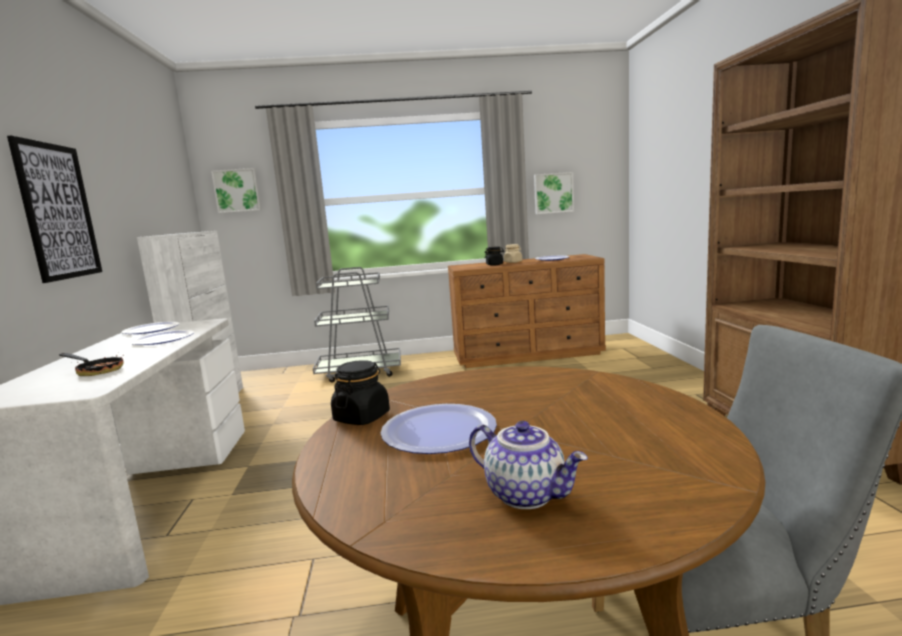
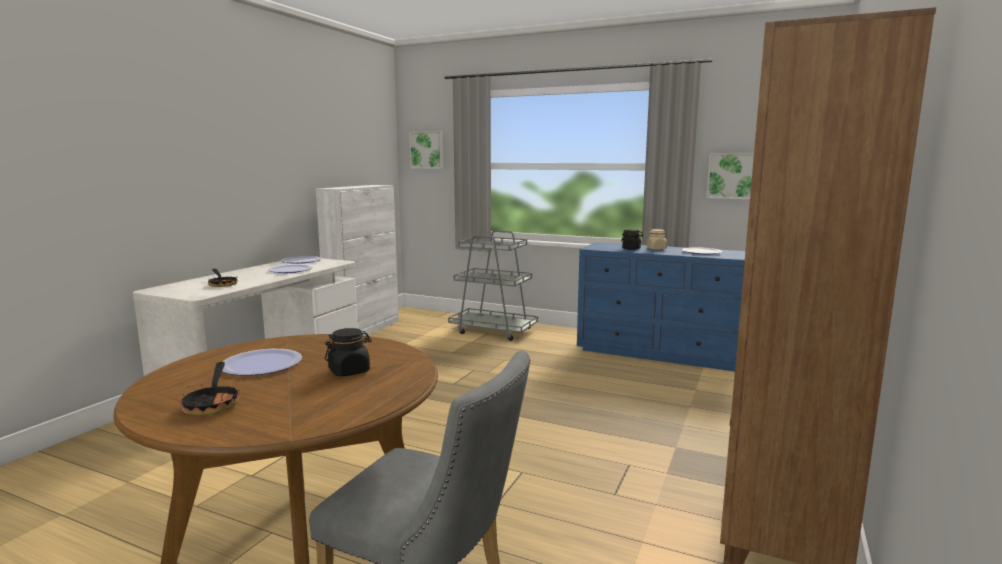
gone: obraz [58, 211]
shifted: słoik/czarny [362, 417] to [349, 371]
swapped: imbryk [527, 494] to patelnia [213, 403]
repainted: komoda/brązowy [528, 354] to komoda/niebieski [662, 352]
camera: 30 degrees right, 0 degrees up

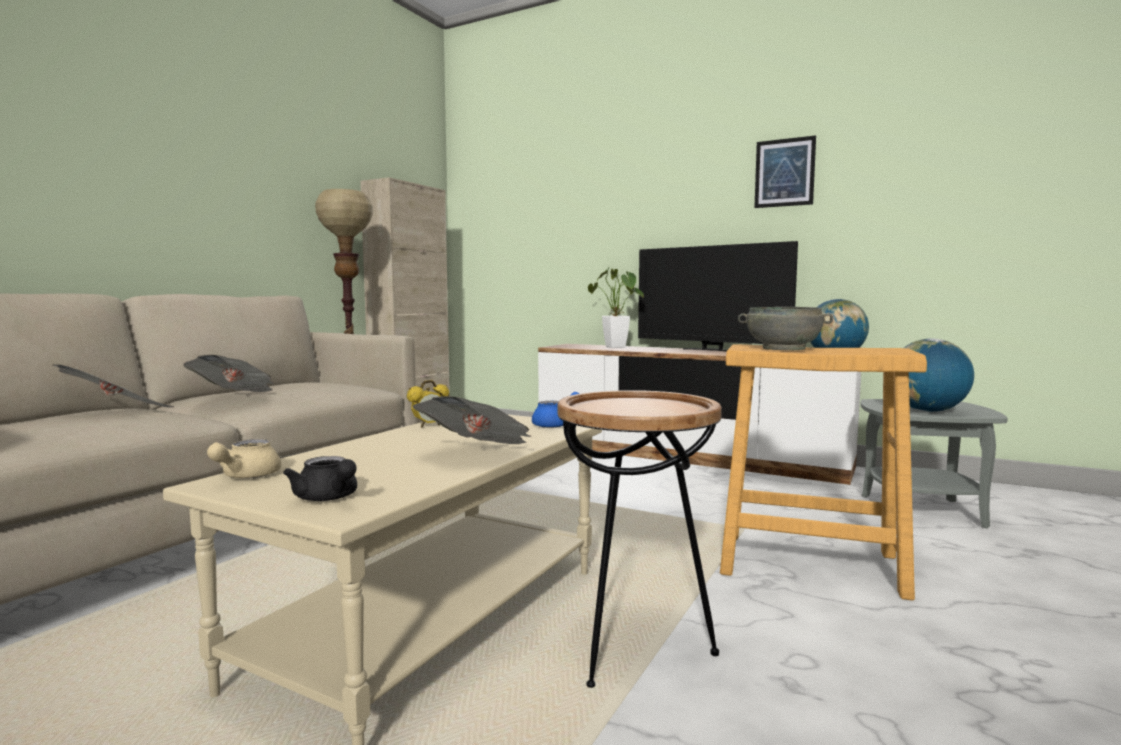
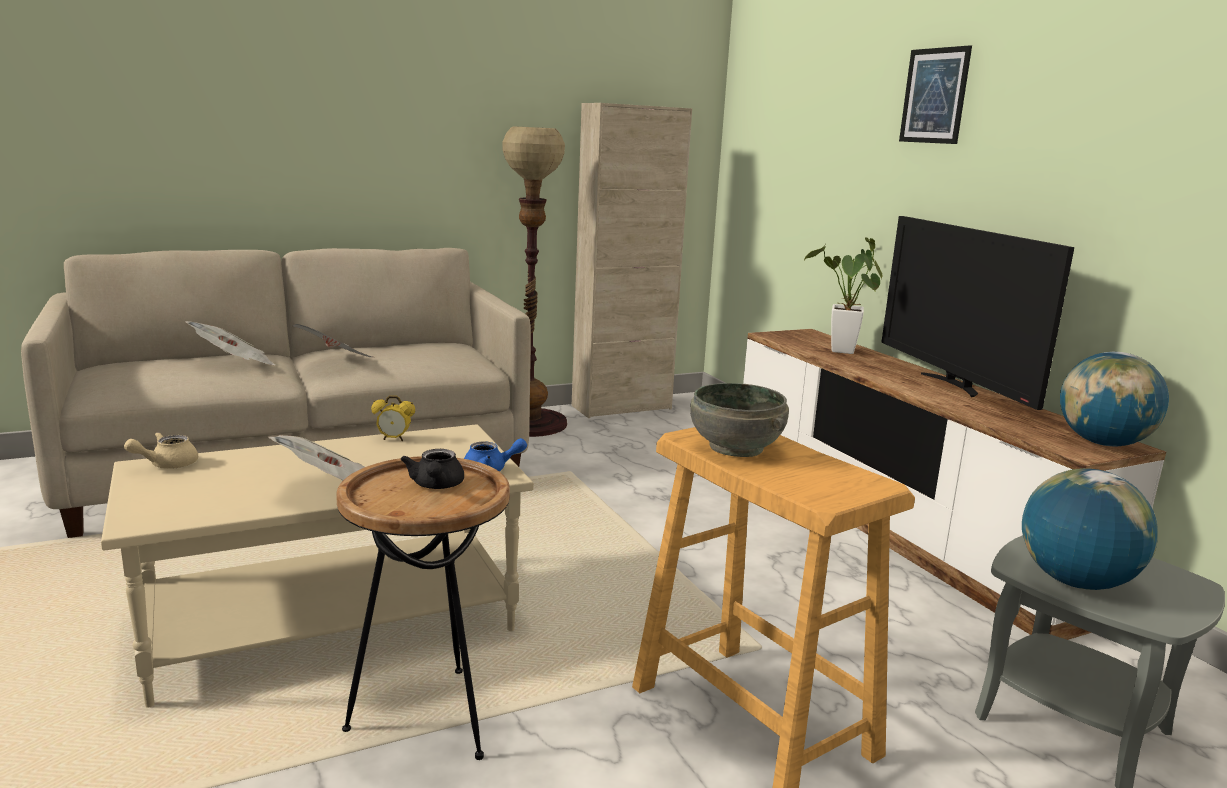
shifted: imbryk/czarny [328, 498] to [436, 486]; obraz [784, 172] to [934, 96]
camera: 35 degrees right, 10 degrees up

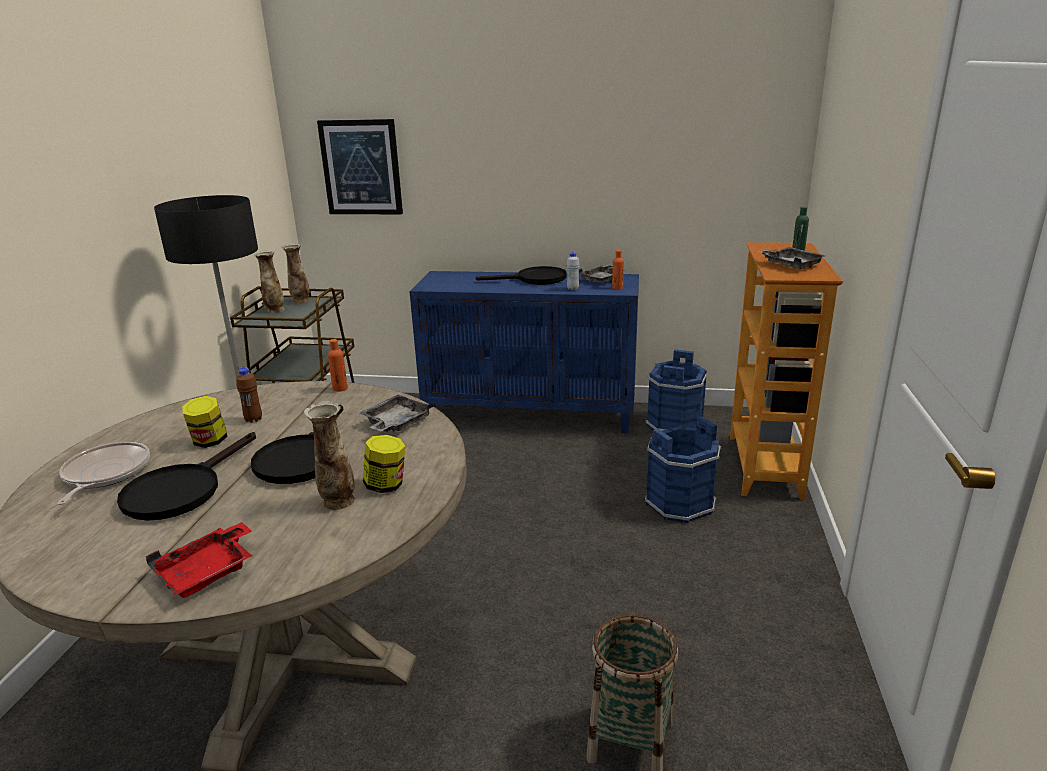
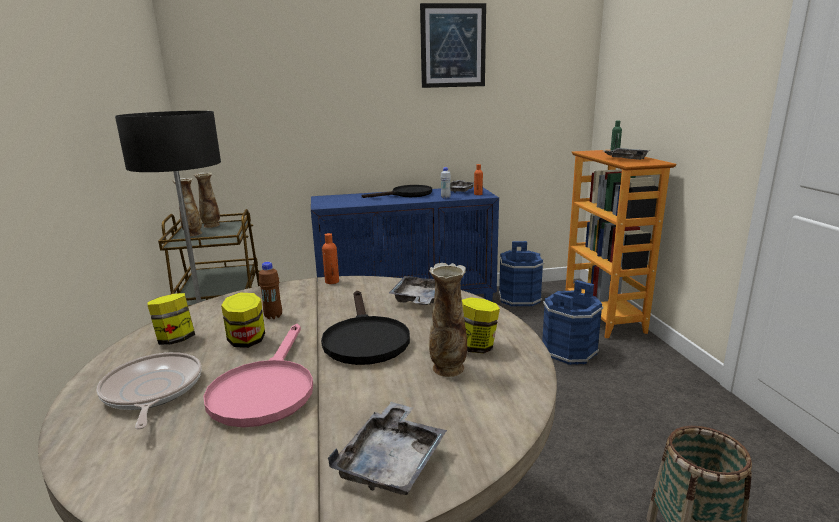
new: słoik [176, 340]
shifted: obraz [361, 167] to [453, 46]
repainted: patelnia/czarny [181, 490] to patelnia/różowy [265, 389]; taca/czerwony [208, 572] to taca/szary [392, 462]
camera: 20 degrees left, 5 degrees down

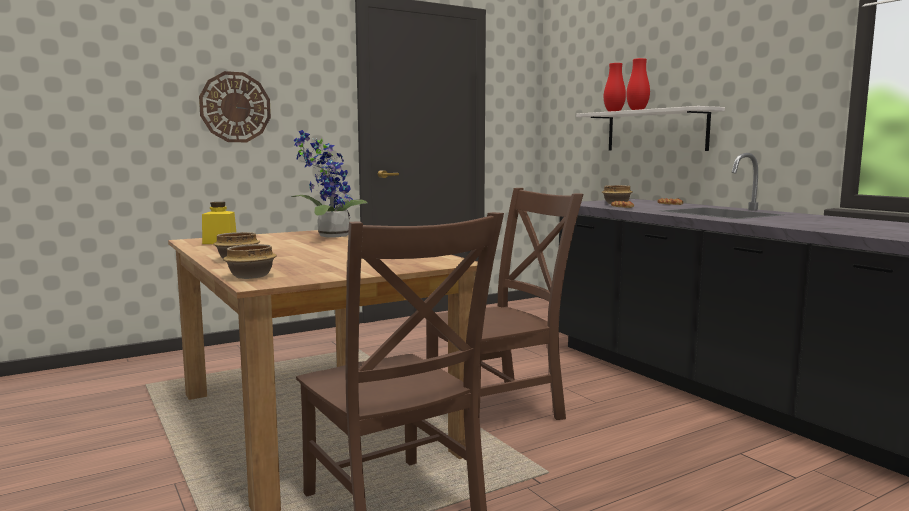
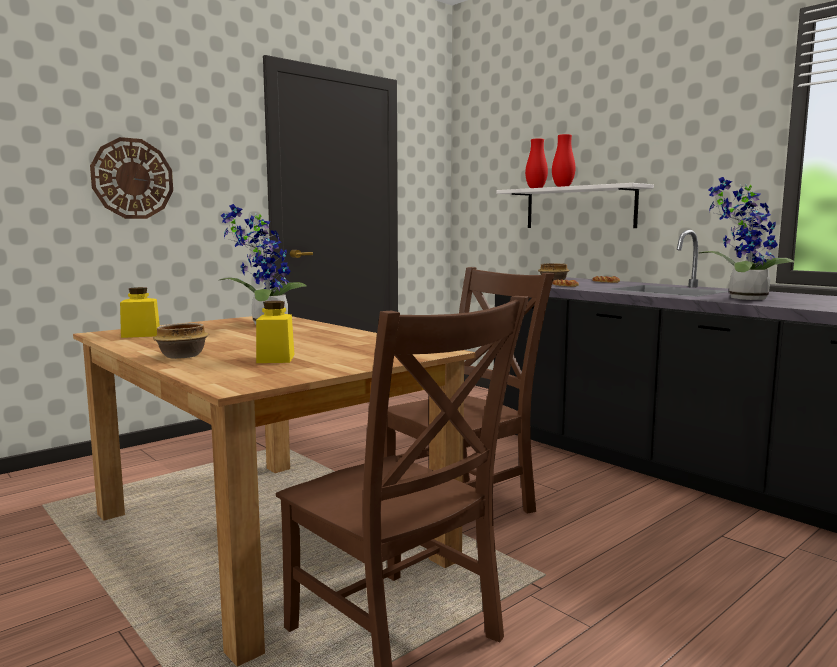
gone: miska [251, 276]
new: słoik/żółty [275, 358]; roślina doniczkowa [742, 298]
camera: 10 degrees left, 0 degrees up

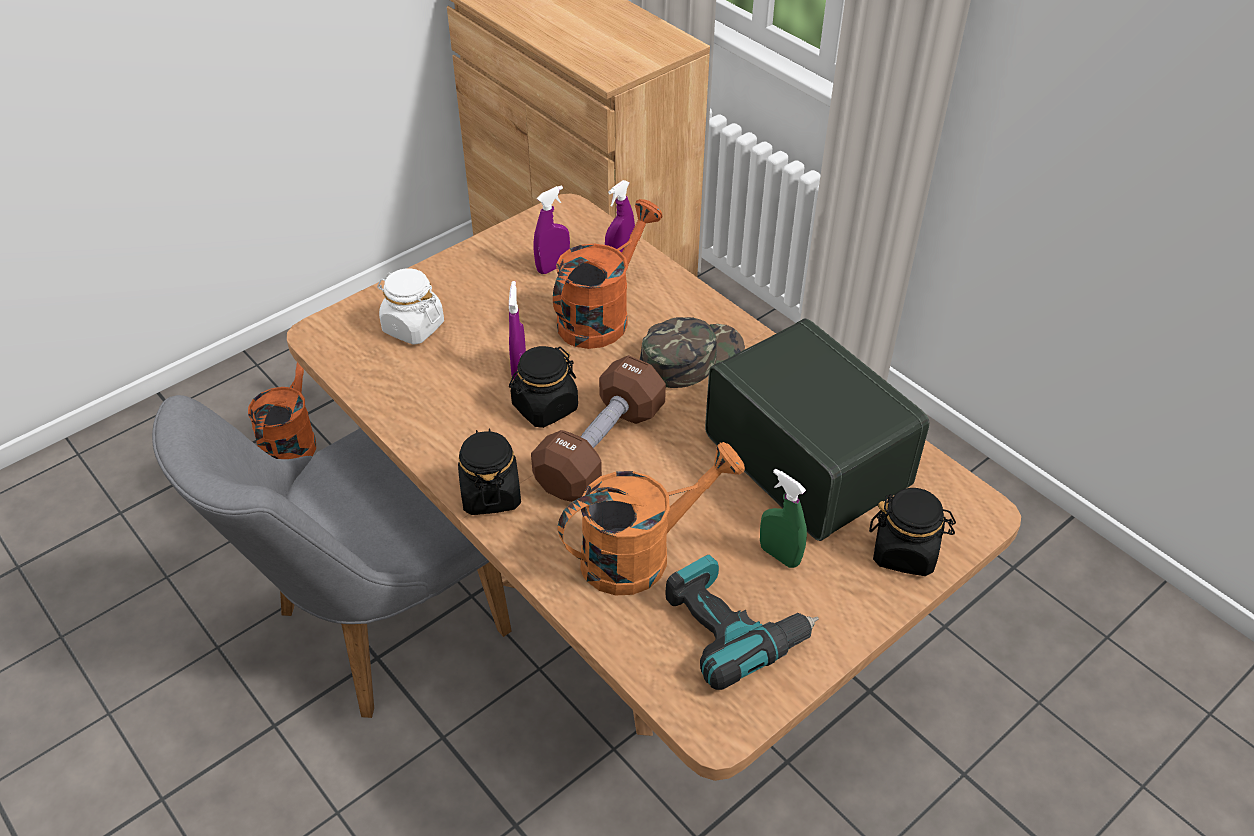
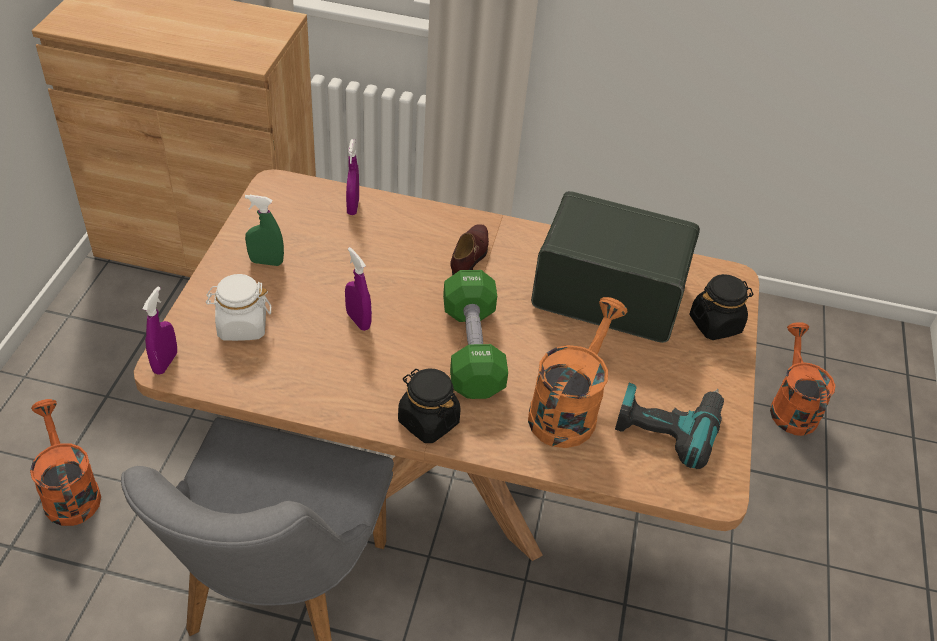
gone: słoik/czarny [544, 407]
shifted: spryskiwacz/fioletowy [553, 267] to [165, 362]; konewka/pomarańczowy [601, 315] to [791, 406]; spryskiwacz/zielony [779, 555] to [266, 262]
swapped: czapka z daszkiem/zielony [690, 356] to but/brązowy [470, 257]
repainted: hantel/brązowy [600, 448] to hantel/zielony [472, 350]
camera: 40 degrees left, 0 degrees up

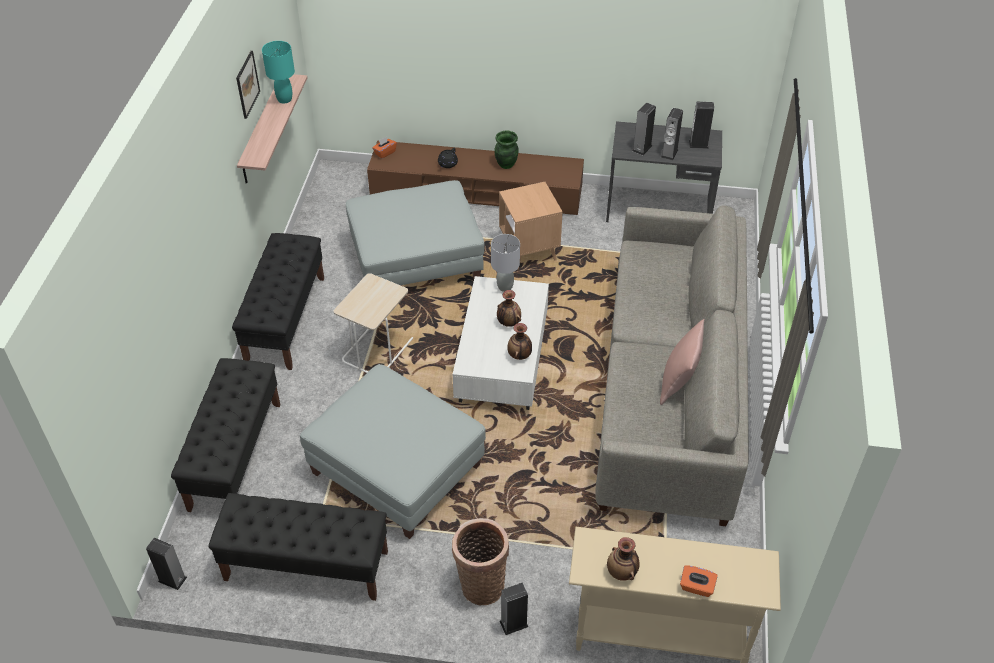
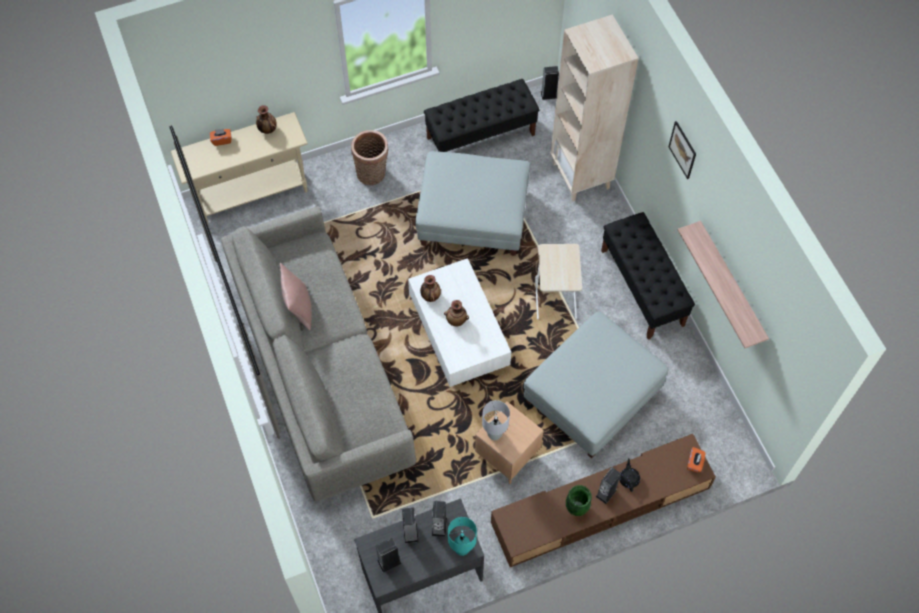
shifted: obraz [247, 84] to [682, 150]; lampa stołowa/turkusowy [284, 99] to [461, 548]; lampa stołowa/szary [505, 287] to [494, 434]; głośnik [513, 624] to [606, 493]
swapped: ławka/czarny [235, 455] to regał/beżowy [581, 176]
camera: 150 degrees right, 15 degrees up

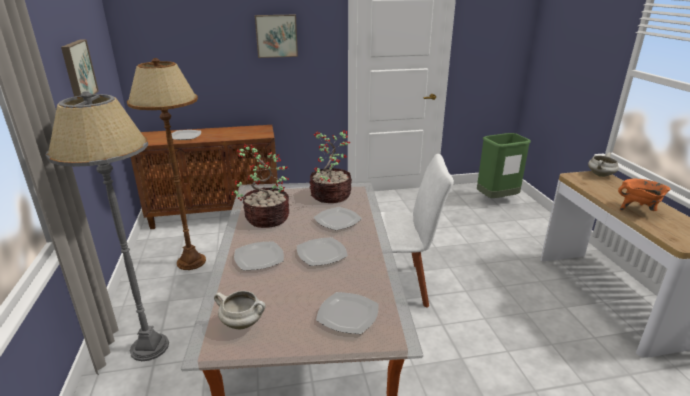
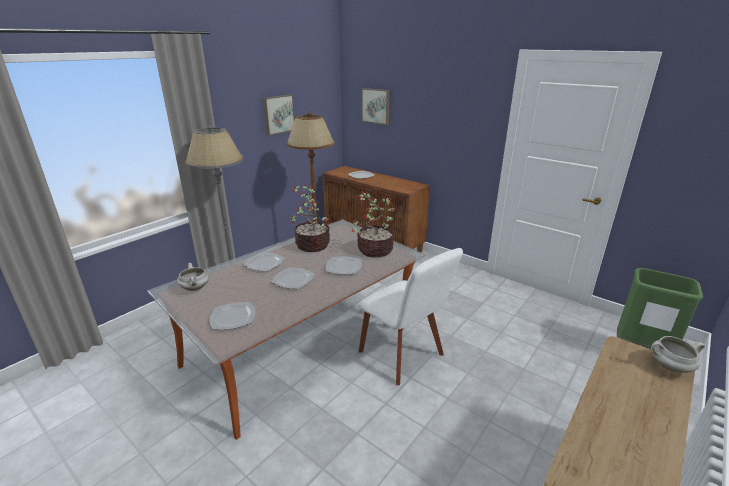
gone: garnek/pomarańczowy [638, 210]
shifted: obraz [276, 36] to [376, 106]
camera: 50 degrees right, 0 degrees up

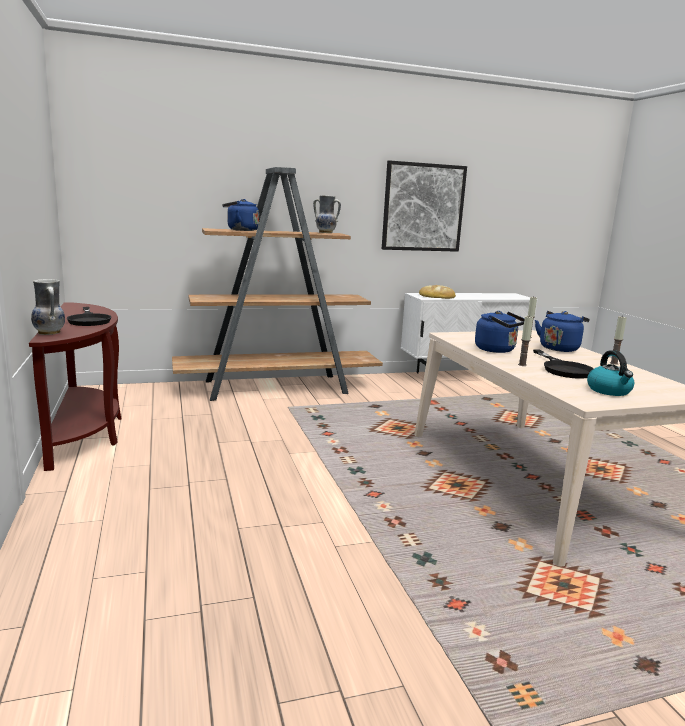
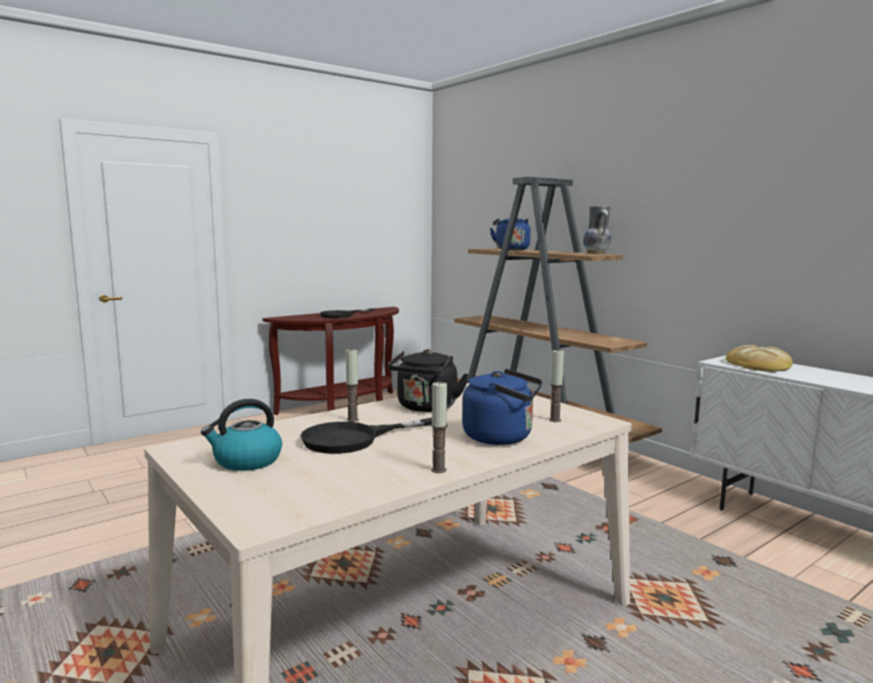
gone: wazon [50, 333]; obraz [423, 207]
repainted: czajnik/niebieski [497, 350] to czajnik/czarny [426, 408]
camera: 70 degrees right, 5 degrees down

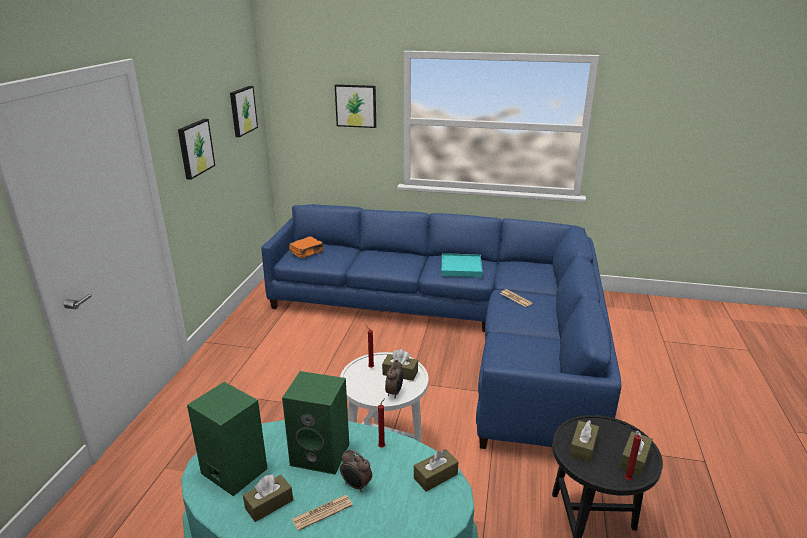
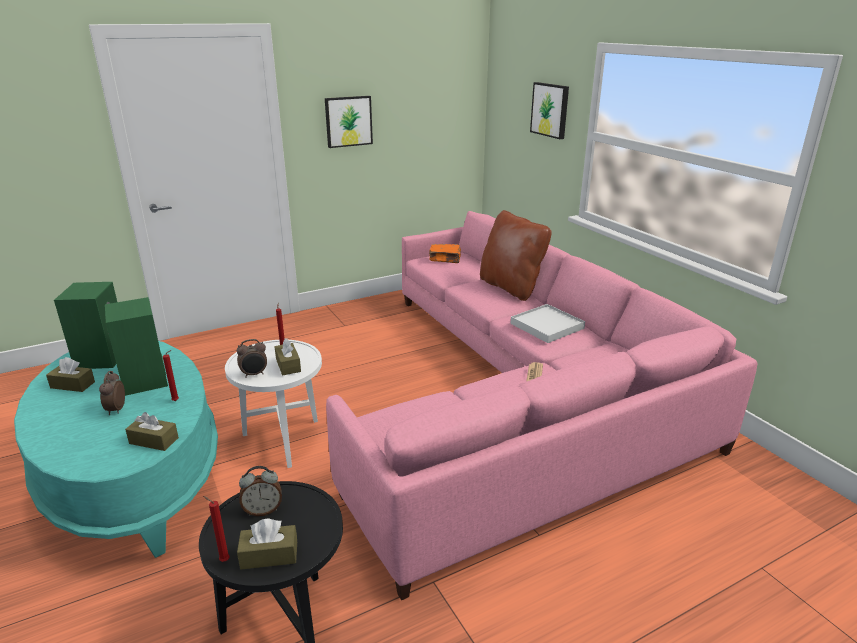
gone: obraz [242, 111]; gazeta [322, 512]
new: poduszka/brązowy [511, 287]
swapped: pudełko chusteczek/brązowy [583, 447] to budzik [263, 510]
repainted: kanapa/niebieski [458, 328] to kanapa/różowy [519, 398]; taca/turkusowy [461, 267] to taca/biały [547, 326]
camera: 50 degrees right, 0 degrees up

